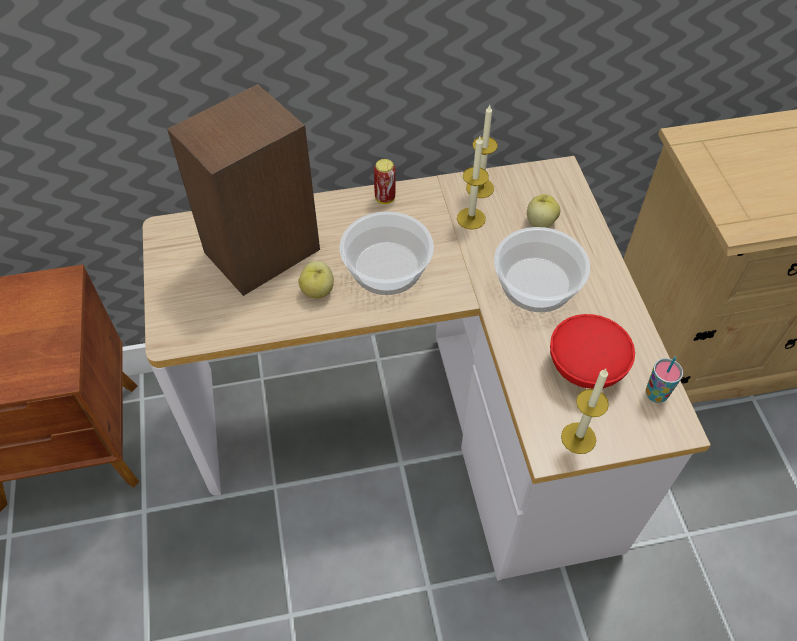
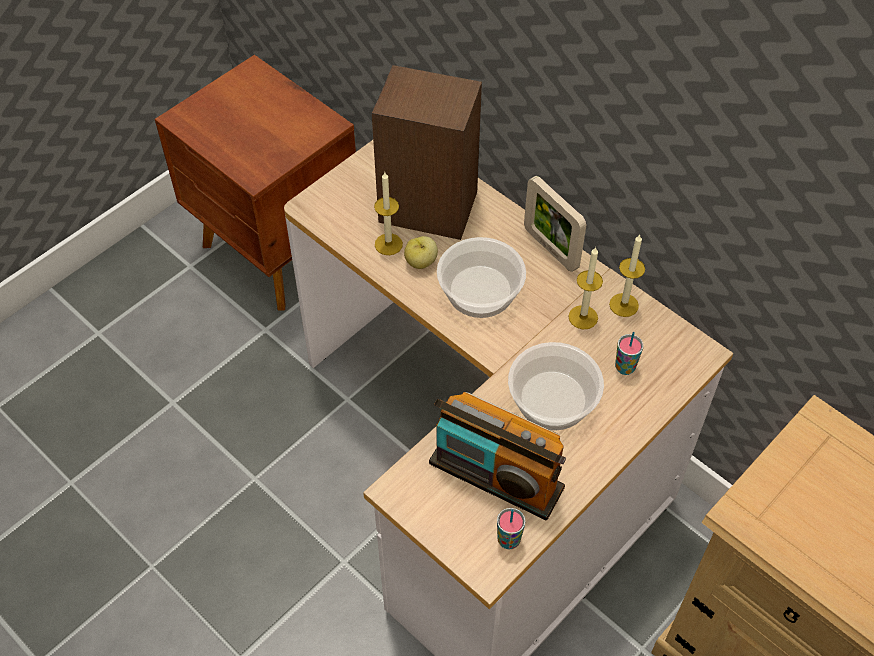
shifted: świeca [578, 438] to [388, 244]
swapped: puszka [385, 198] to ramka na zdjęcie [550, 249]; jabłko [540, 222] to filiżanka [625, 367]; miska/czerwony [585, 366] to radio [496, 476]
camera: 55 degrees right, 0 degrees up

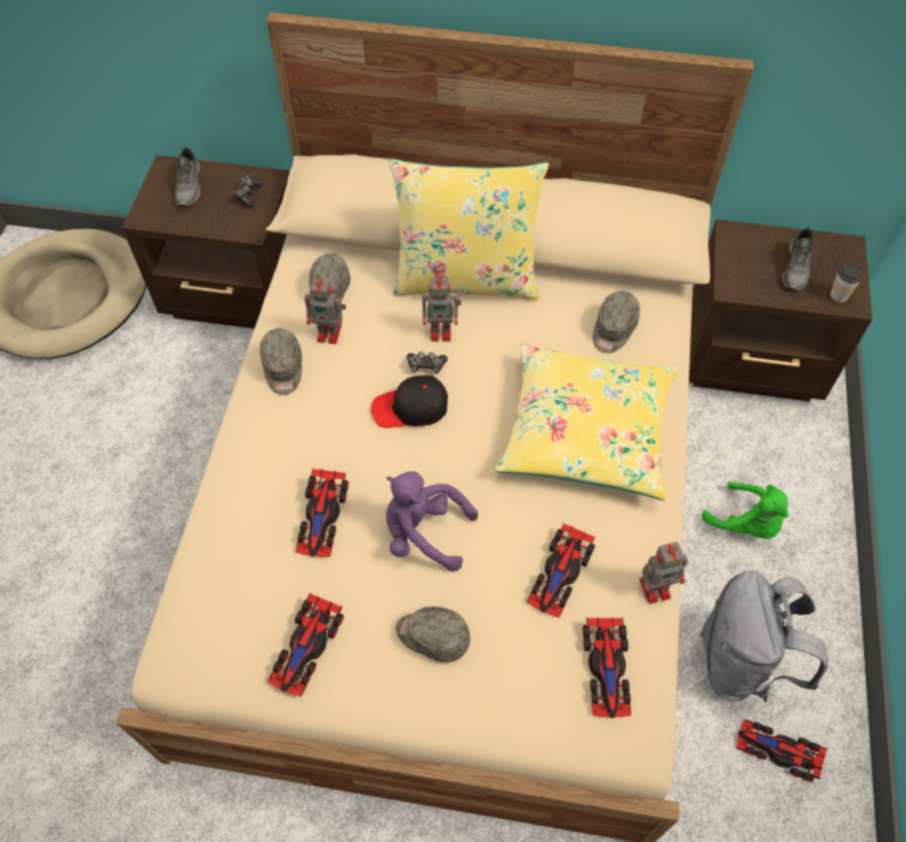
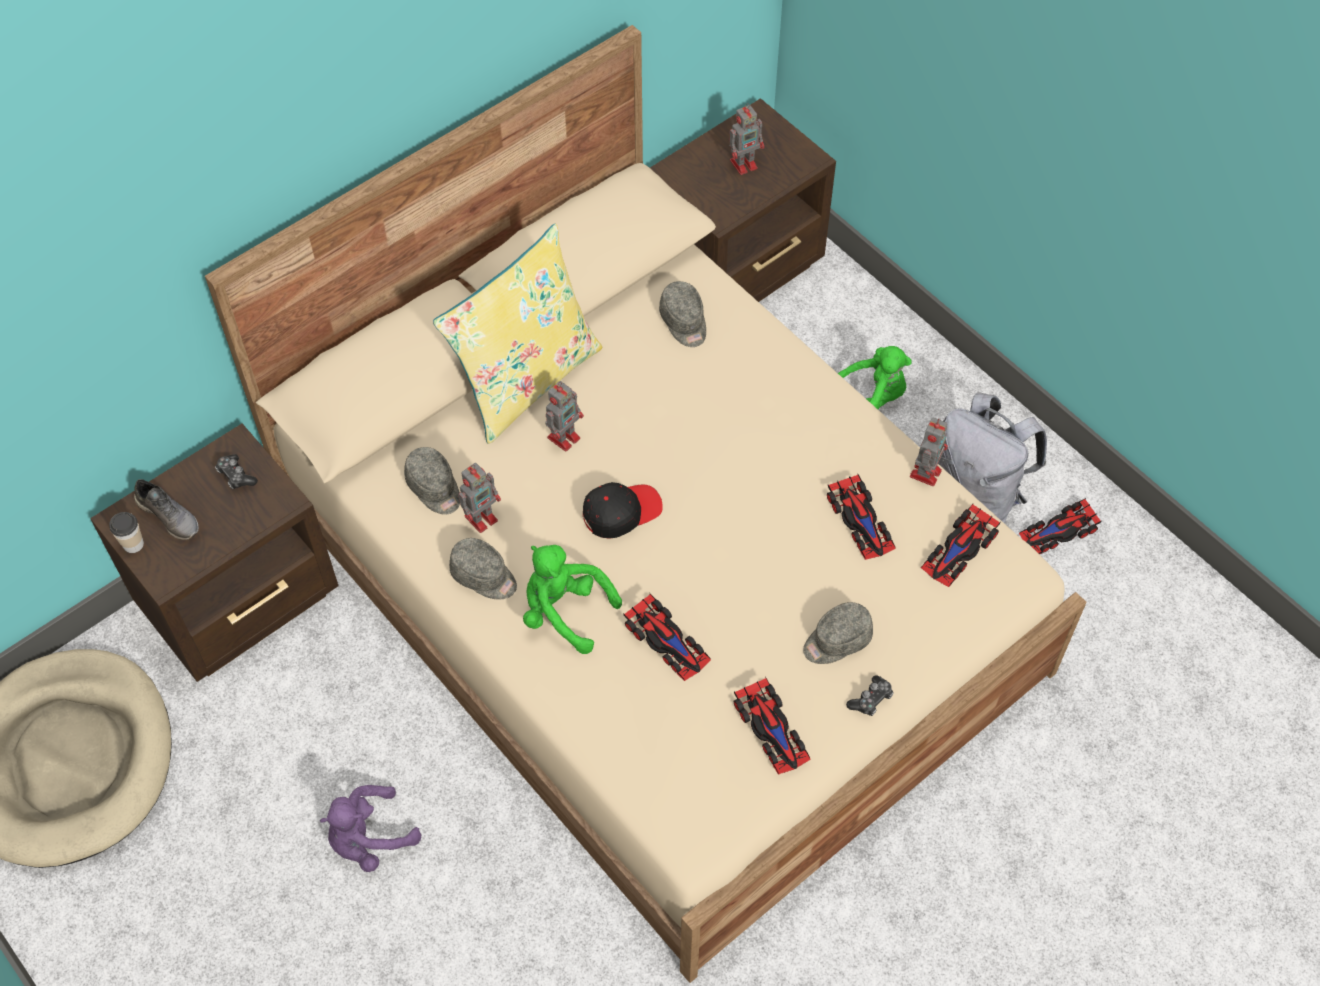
gone: poduszka/żółty [586, 431]
new: pluszak/zielony [564, 612]
shifted: pluszak/fioletowy [424, 533] to [369, 839]; pad do gier [426, 366] to [871, 700]; filiżanka [839, 295] to [133, 544]
swapped: but/szary [796, 268] to robot zabawkowy [745, 163]
rotated: czapka z daszkiem/czarny [410, 408] = [621, 512] 150 degrees counterclockwise; samochodzik [607, 669] = [959, 550] 90 degrees clockwise
camera: 50 degrees left, 0 degrees up

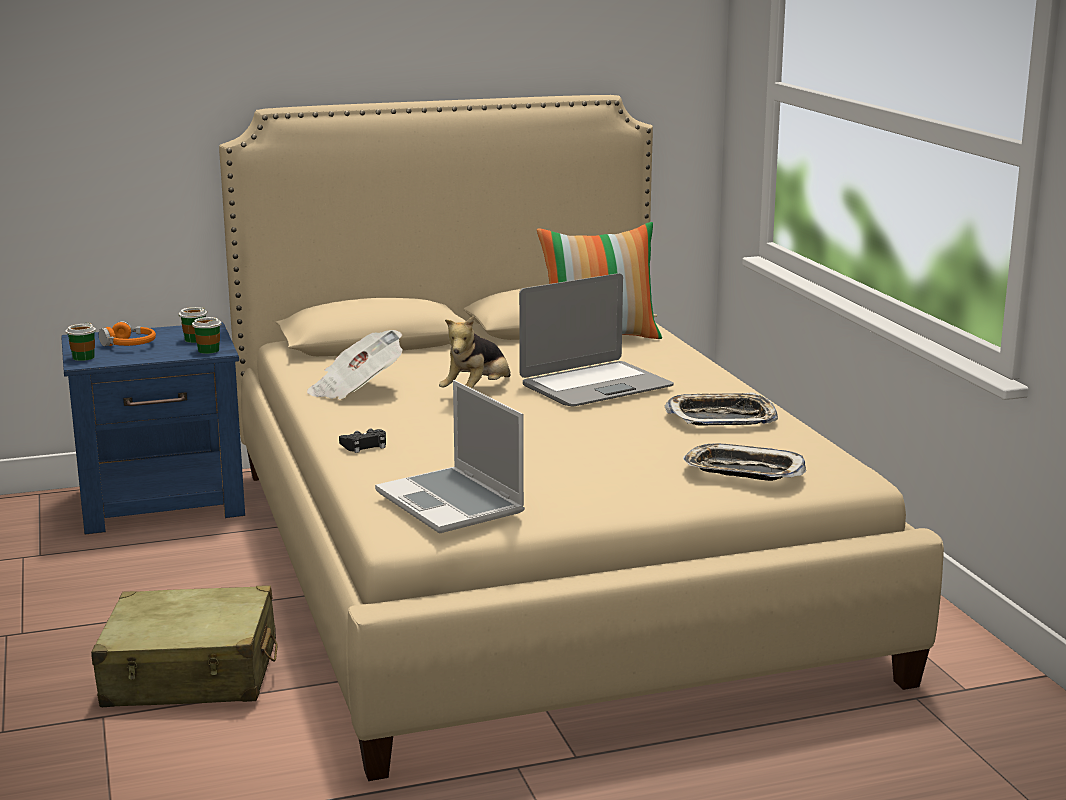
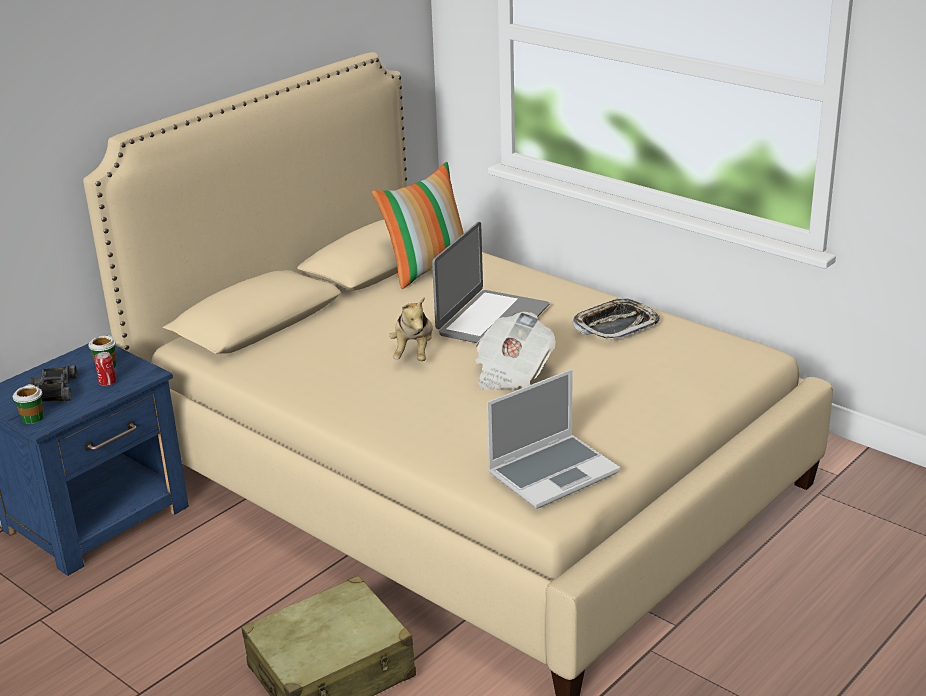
gone: filiżanka [208, 350]; pad do gier/czarny [365, 445]; taca [743, 471]
new: puszka [107, 383]
shifted: gazeta [356, 390] to [511, 373]
swapped: słuchawki/pomarańczowy [129, 345] to lornetka/czarny [53, 390]
rotated: laptop [452, 503] = [553, 472] 60 degrees counterclockwise
camera: 30 degrees left, 10 degrees up

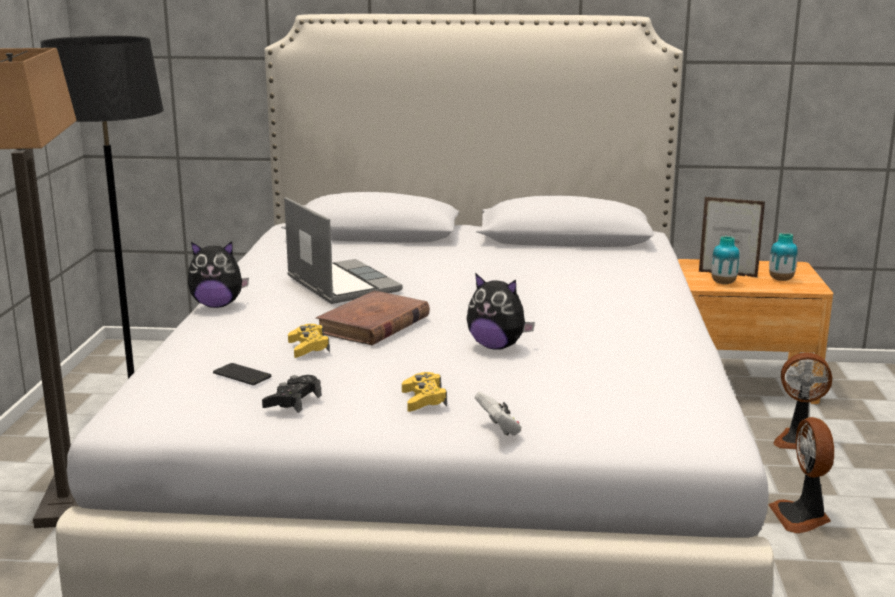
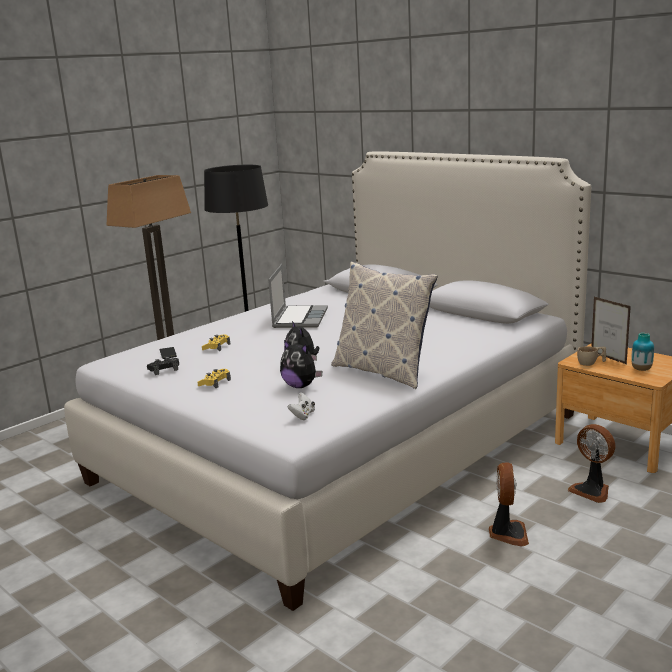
gone: książka/brązowy [373, 324]
new: poduszka [383, 371]
shifted: pluszak [217, 305] to [300, 386]; pad do gier/biały [499, 429] to [303, 415]
swapped: wazon [723, 283] to filiżanka/beżowy [591, 363]
rotated: wentylator [802, 517] = [507, 533] 150 degrees clockwise
camera: 40 degrees right, 0 degrees up

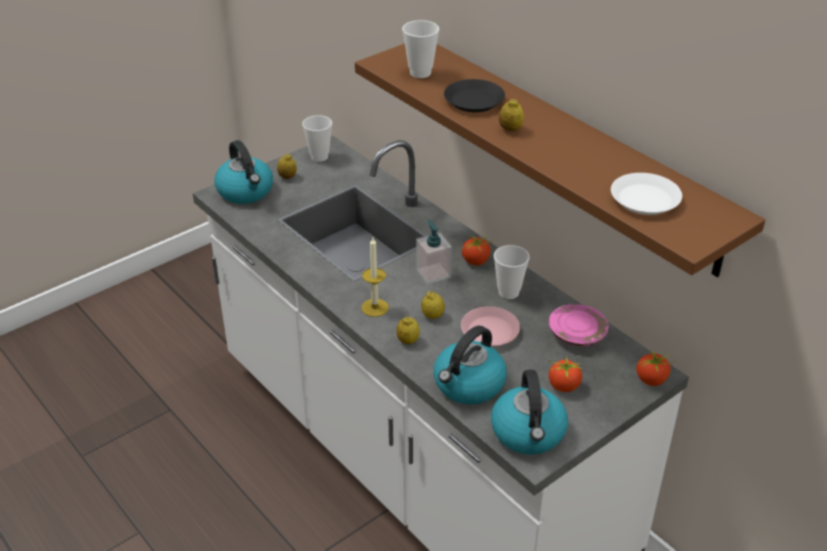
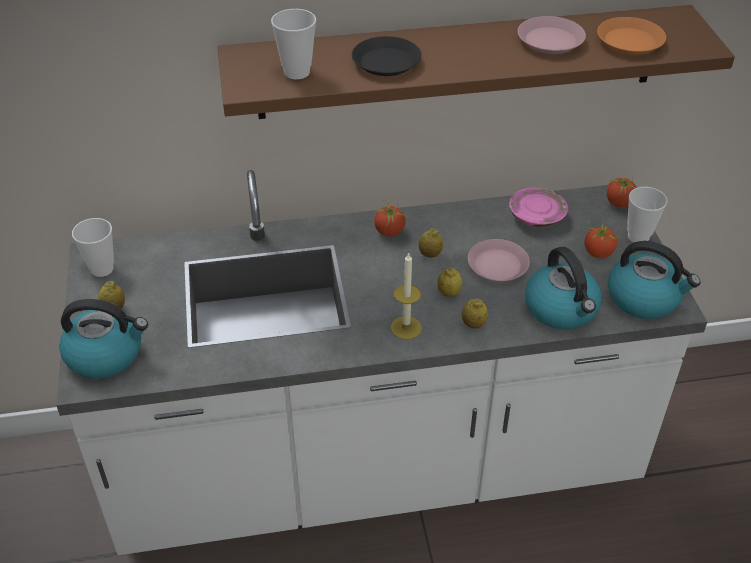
gone: dozownik mydła [433, 273]
new: talerz/różowy [550, 41]
shifted: filiżanka [508, 292] to [638, 236]; cytryna [510, 129] to [430, 254]
repainted: talerz/biały [645, 199] to talerz/pomarańczowy [630, 41]
camera: 60 degrees left, 5 degrees up

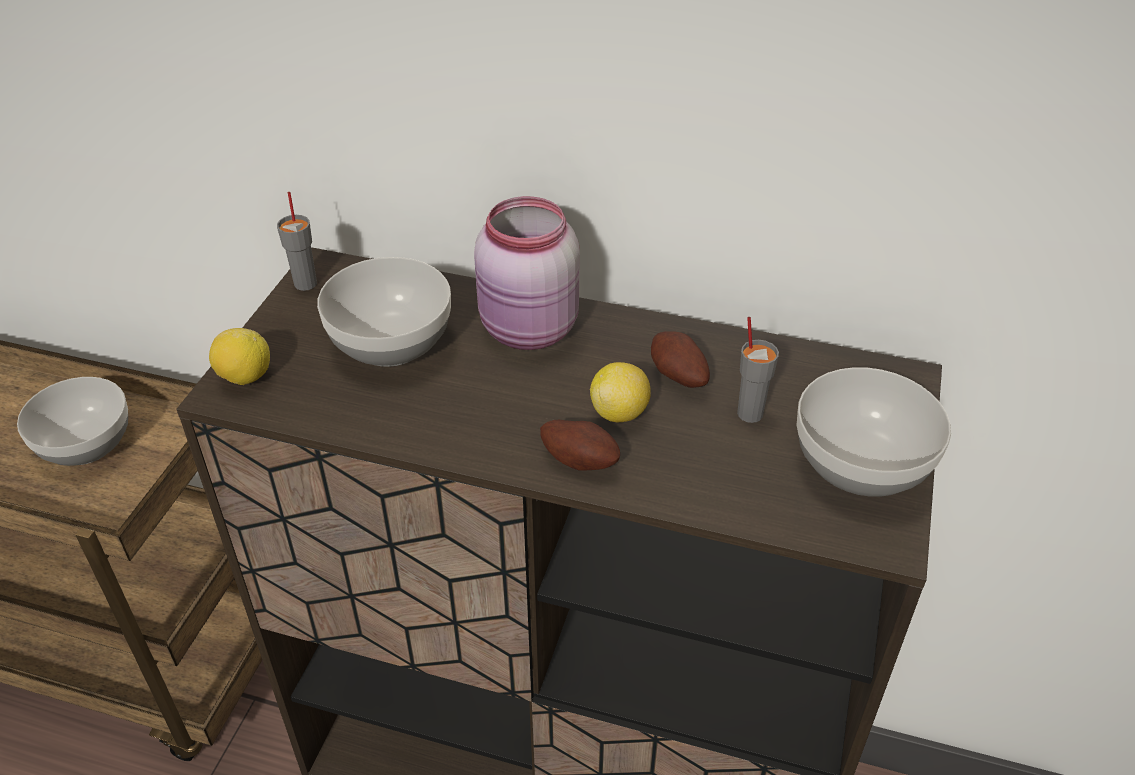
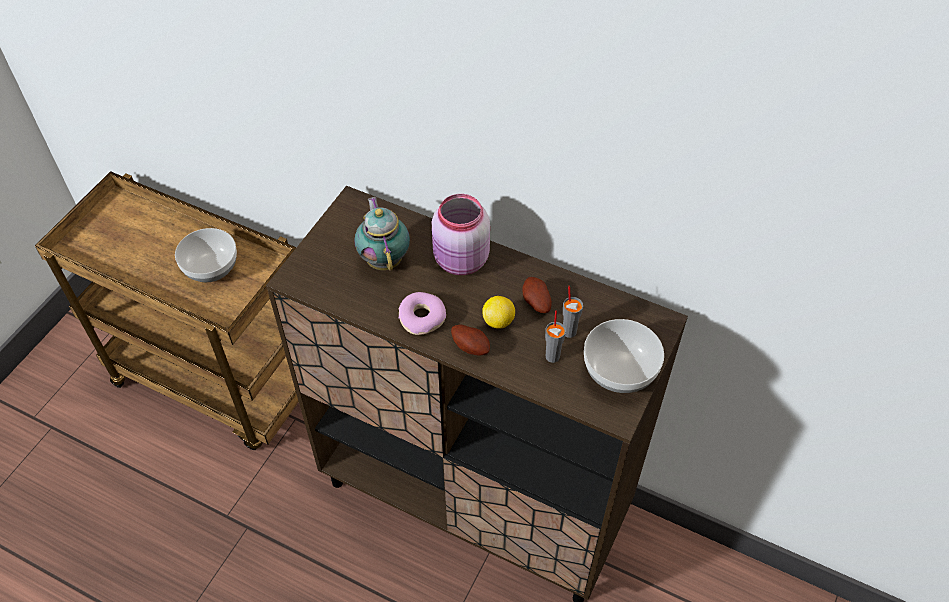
gone: cytryna [245, 377]
new: donut [422, 318]
shifted: filiżanka/szary [306, 283] to [552, 356]
swapped: miska [393, 343] to imbryk [384, 259]
camera: 10 degrees right, 10 degrees up

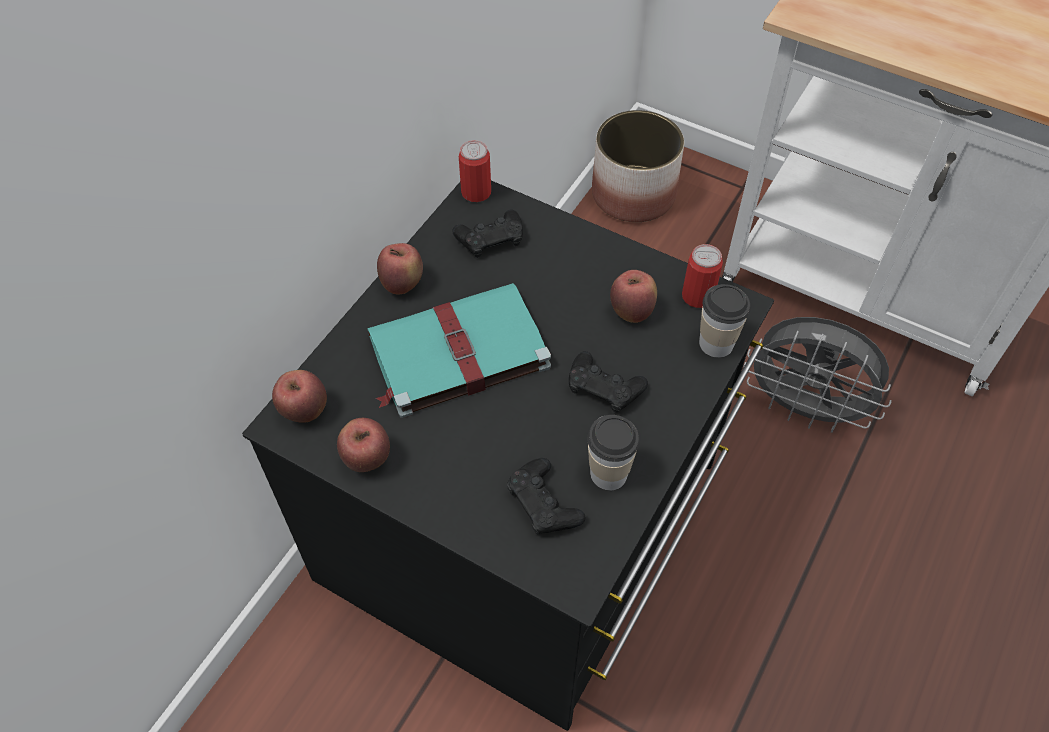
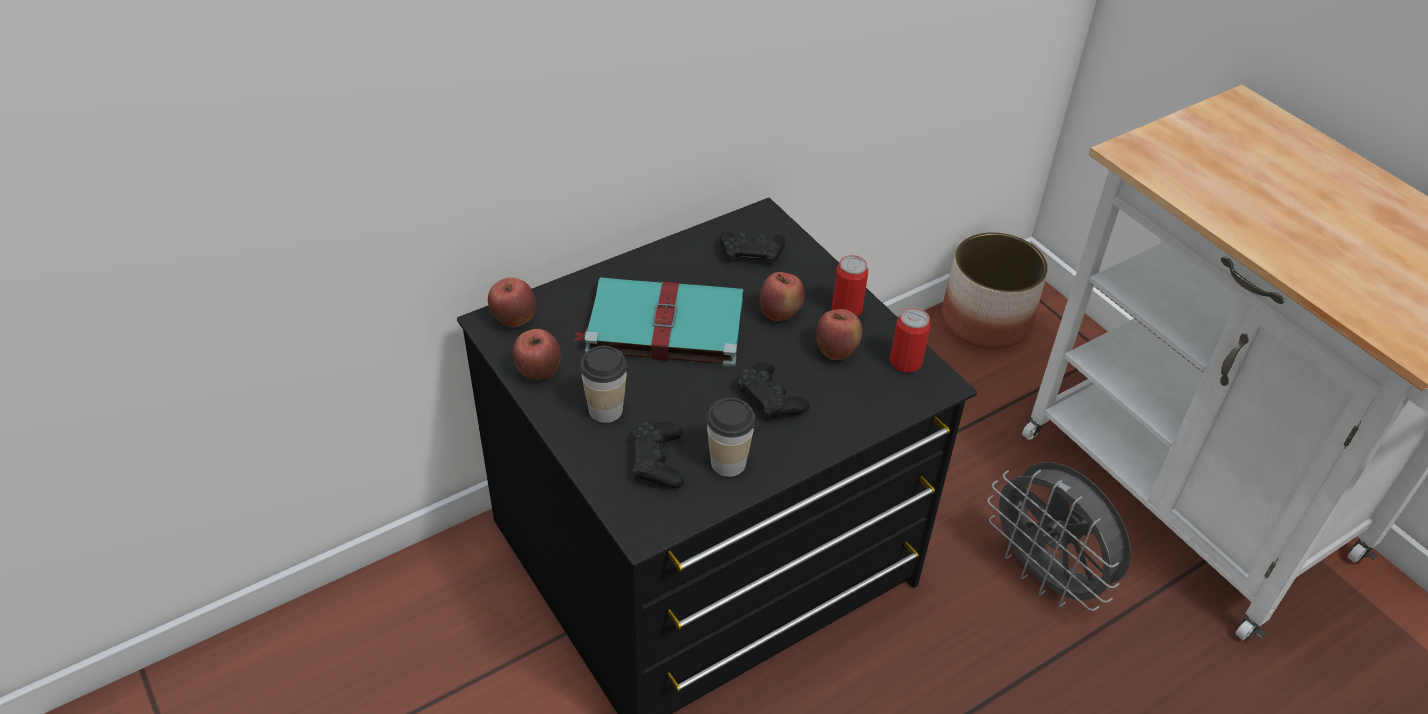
shifted: jabłko [402, 284] to [780, 314]; puszka [476, 192] to [846, 309]; filiżanka [716, 343] to [605, 409]
camera: 25 degrees right, 10 degrees down

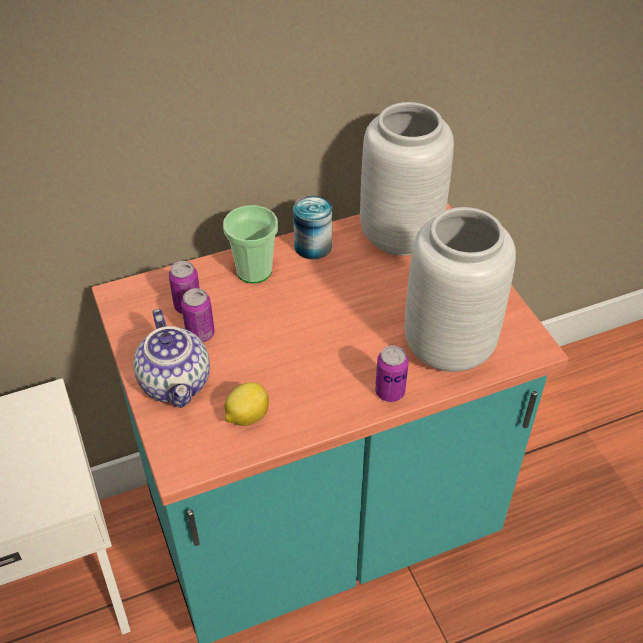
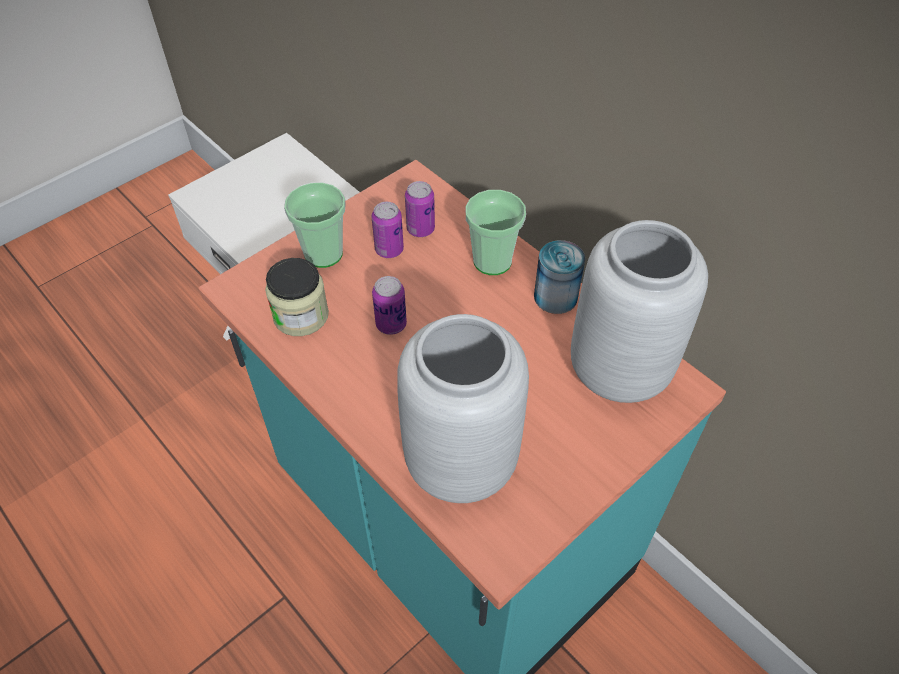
shifted: puszka [390, 392] to [391, 324]
swapped: imbryk [176, 383] to filiżanka [323, 253]; cytryna [246, 416] to słoik [301, 315]
camera: 70 degrees right, 5 degrees up

